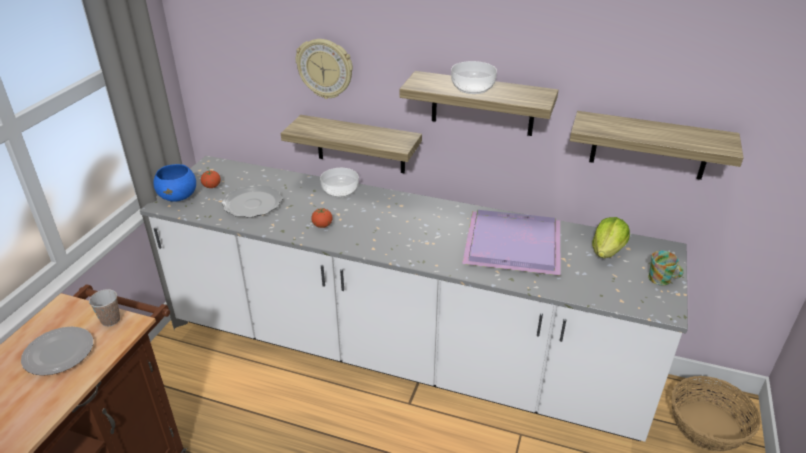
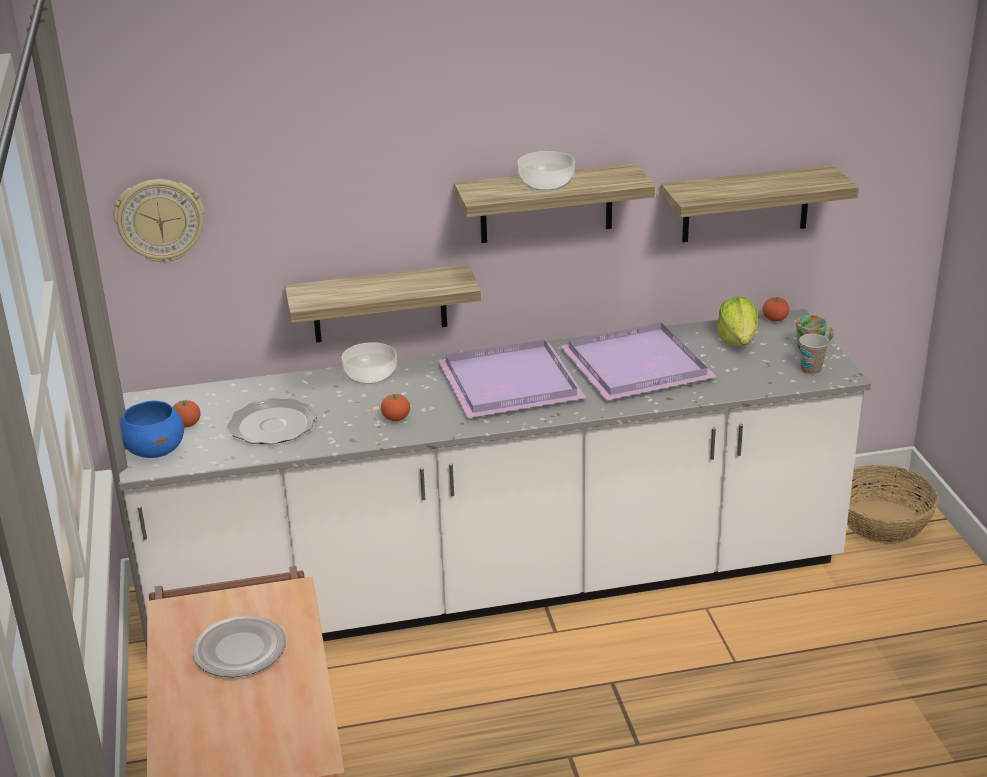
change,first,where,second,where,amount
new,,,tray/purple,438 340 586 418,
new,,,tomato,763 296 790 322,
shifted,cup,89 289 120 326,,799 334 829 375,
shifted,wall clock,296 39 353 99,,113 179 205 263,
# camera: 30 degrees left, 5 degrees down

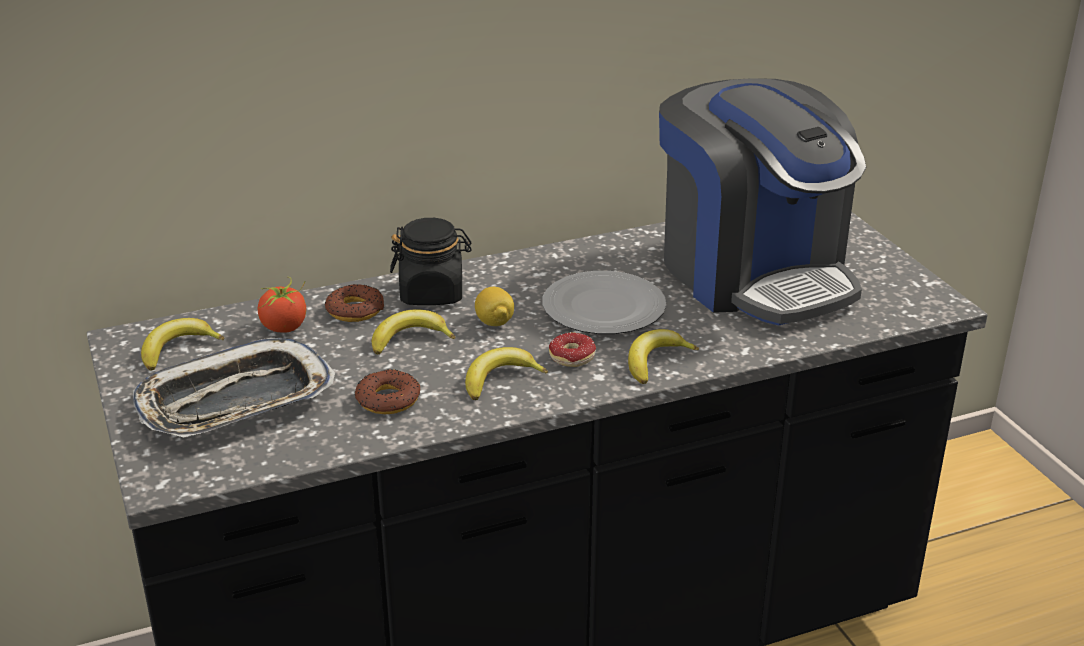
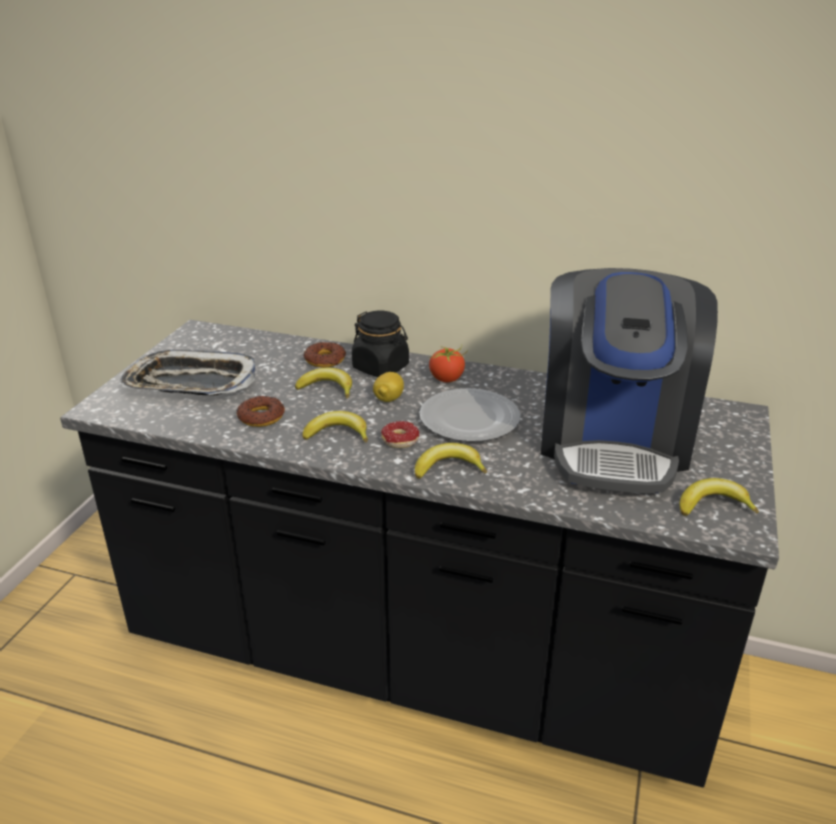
change,first,where,second,where,amount
shifted,banana,141 318 225 370,,680 478 759 516,
shifted,tomato,258 277 306 333,,428 344 467 382,
# camera: 40 degrees right, 0 degrees up

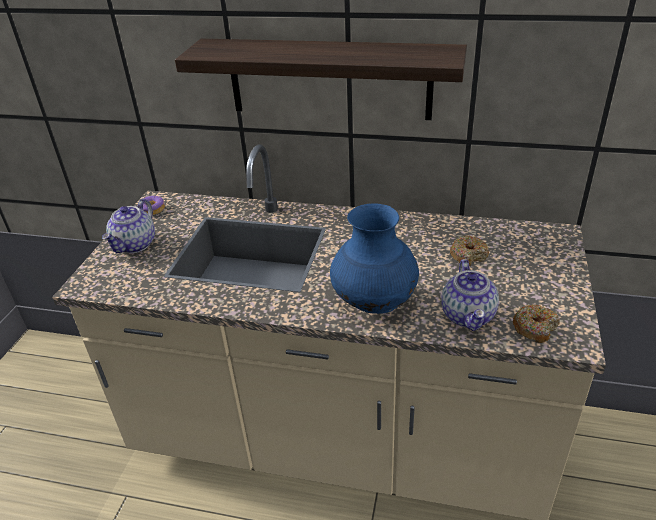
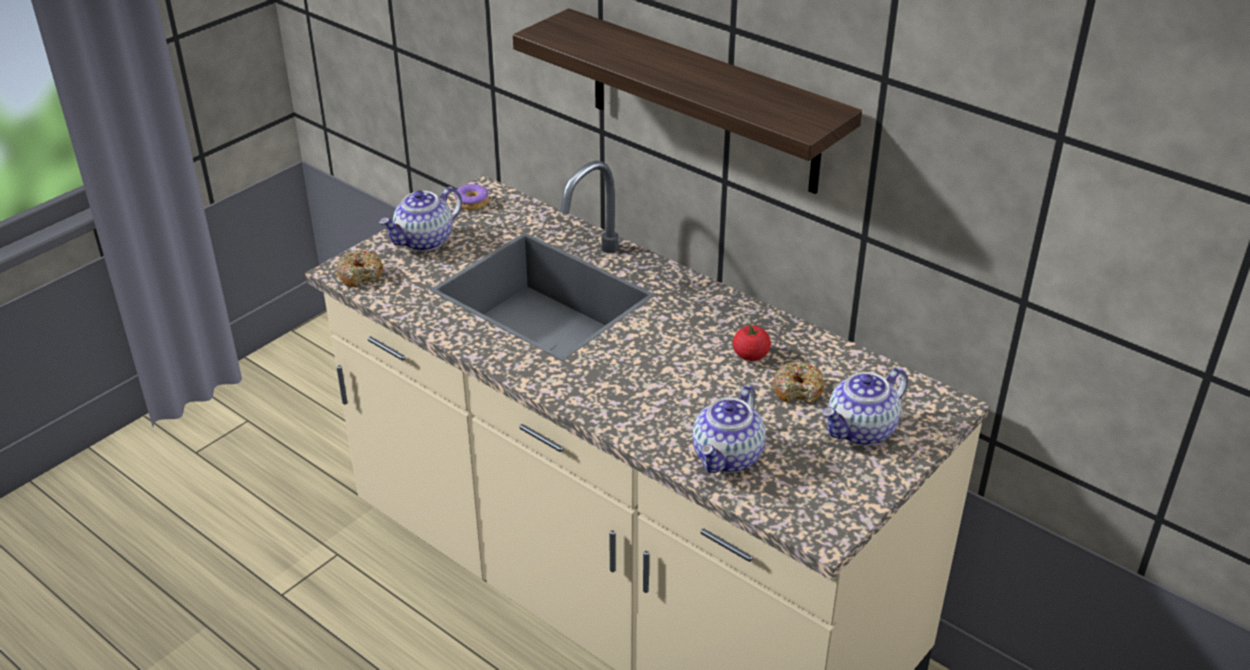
change,first,where,second,where,amount
gone,vase/blue,330 203 419 314,,,
new,,,tomato,733 324 771 361,
new,,,teapot,822 368 908 446,
shifted,donut,513 304 560 343,,337 250 383 287,
# camera: 25 degrees right, 0 degrees up

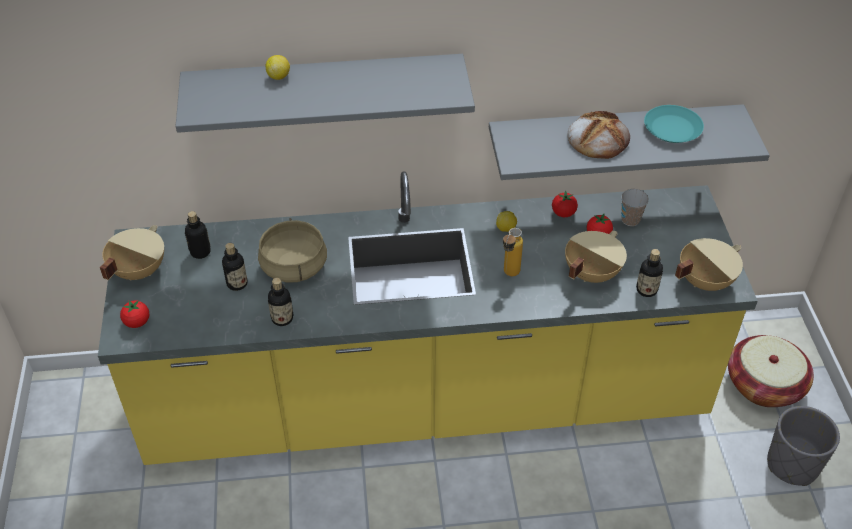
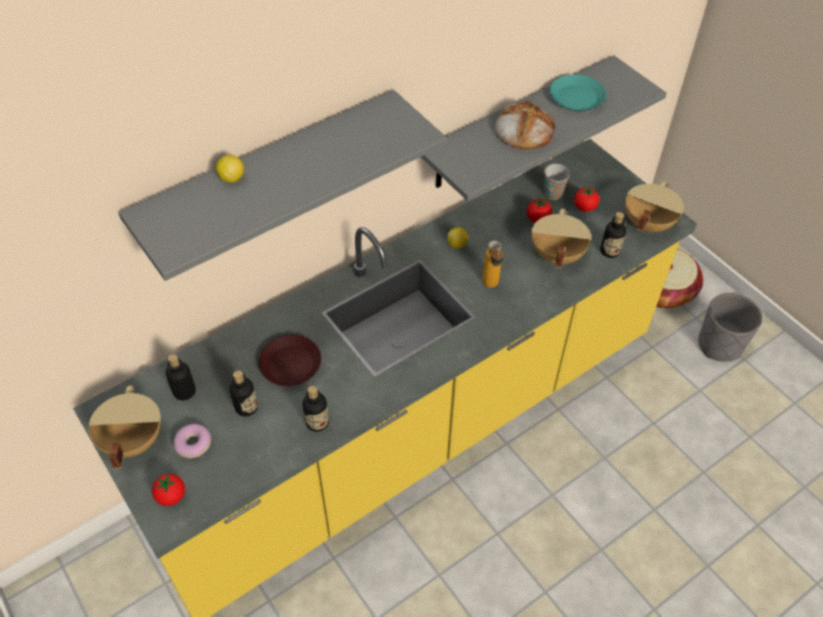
change,first,where,second,where,amount
new,,,donut,174 424 212 458,
shifted,tomato,552 191 578 217,,574 186 599 212,
swapped,cooking pot/beige,258 218 327 283,plate/brown,259 335 321 386,
# camera: 30 degrees left, 5 degrees up

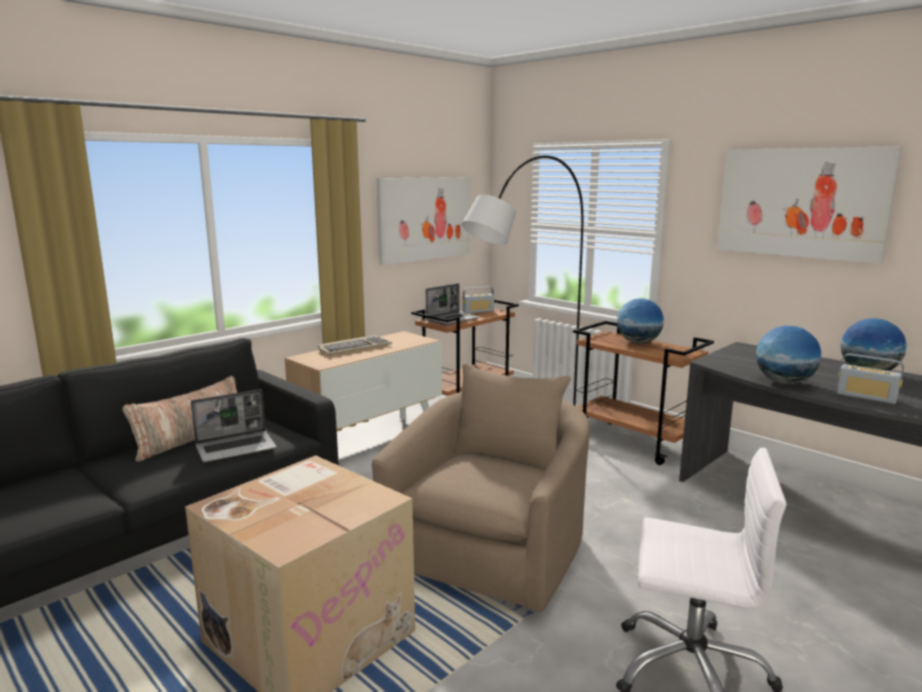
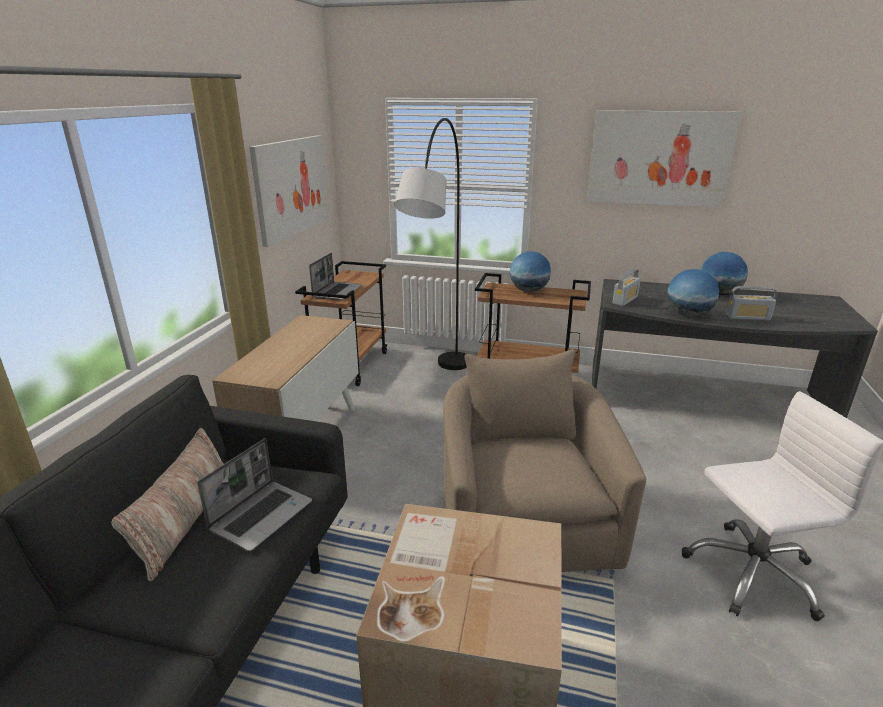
change,first,where,second,where,amount
gone,keyboard,318 335 392 355,,,
shifted,radio,462 287 494 314,,612 269 641 306,
# camera: 30 degrees left, 10 degrees up

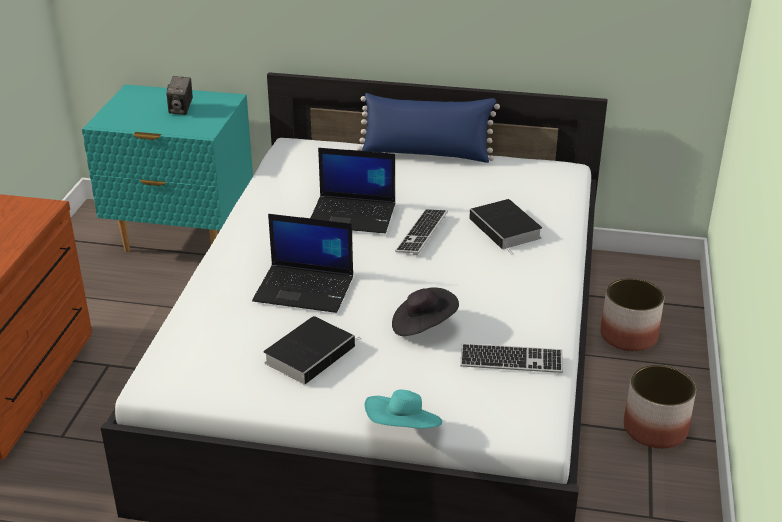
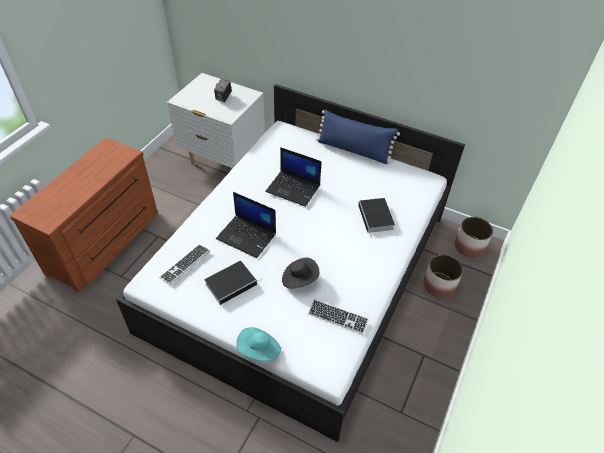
change,first,where,second,where,amount
shifted,keyboard,395 209 448 255,,159 244 210 284,
shifted,planter,624 365 696 449,,455 217 493 258,
repainted,nightstand/turquoise,82 85 253 252,nightstand/white,167 73 265 169,
# camera: 15 degrees right, 15 degrees up

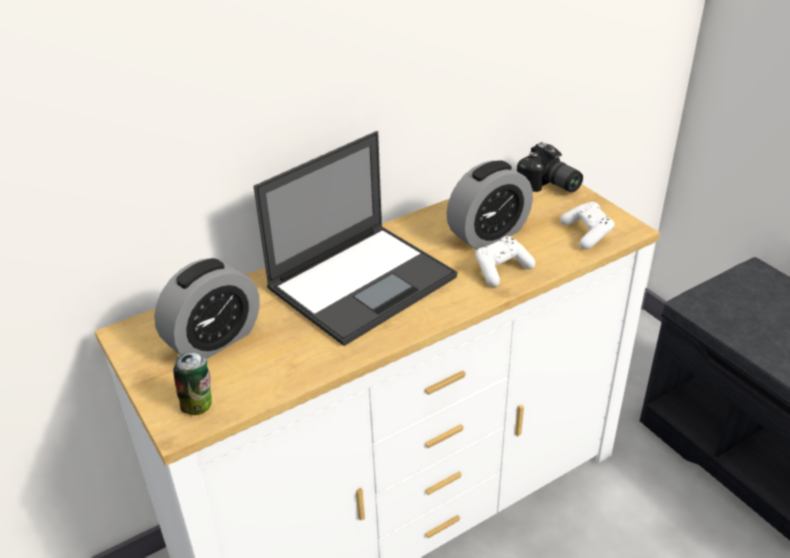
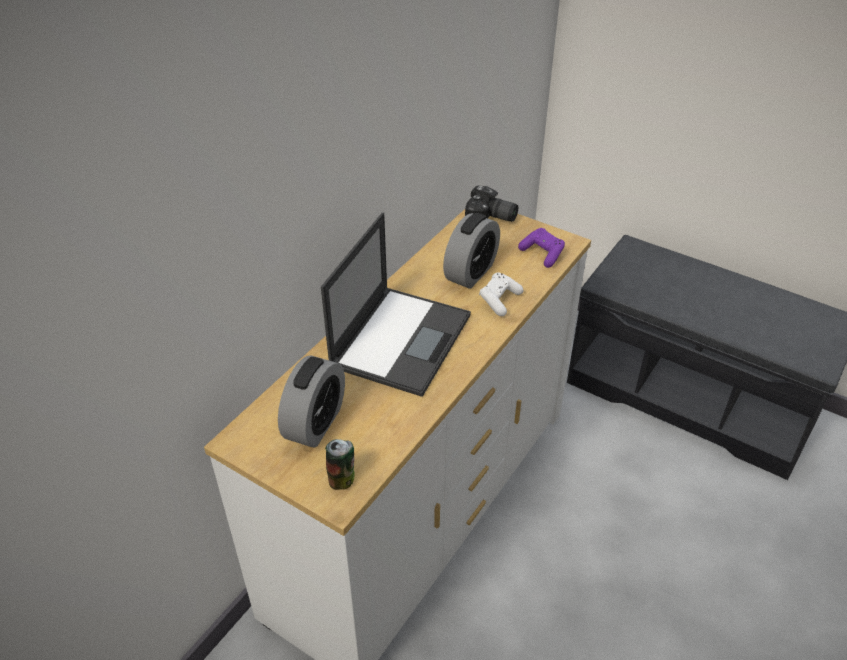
change,first,where,second,where,amount
repainted,game controller/white,560 202 614 249,game controller/purple,518 228 565 268,
# camera: 25 degrees left, 5 degrees up

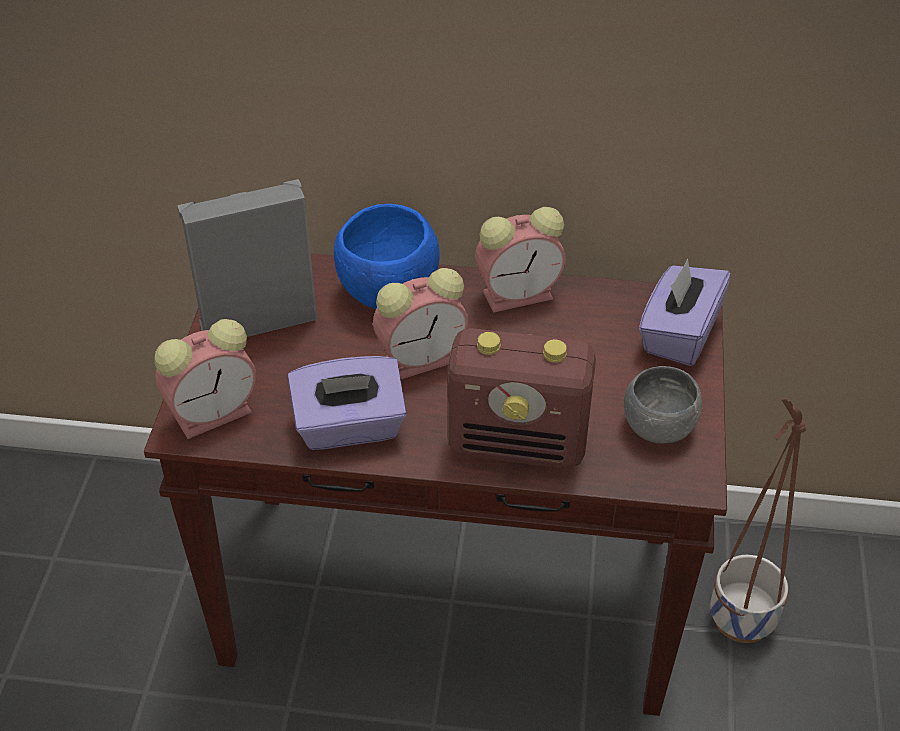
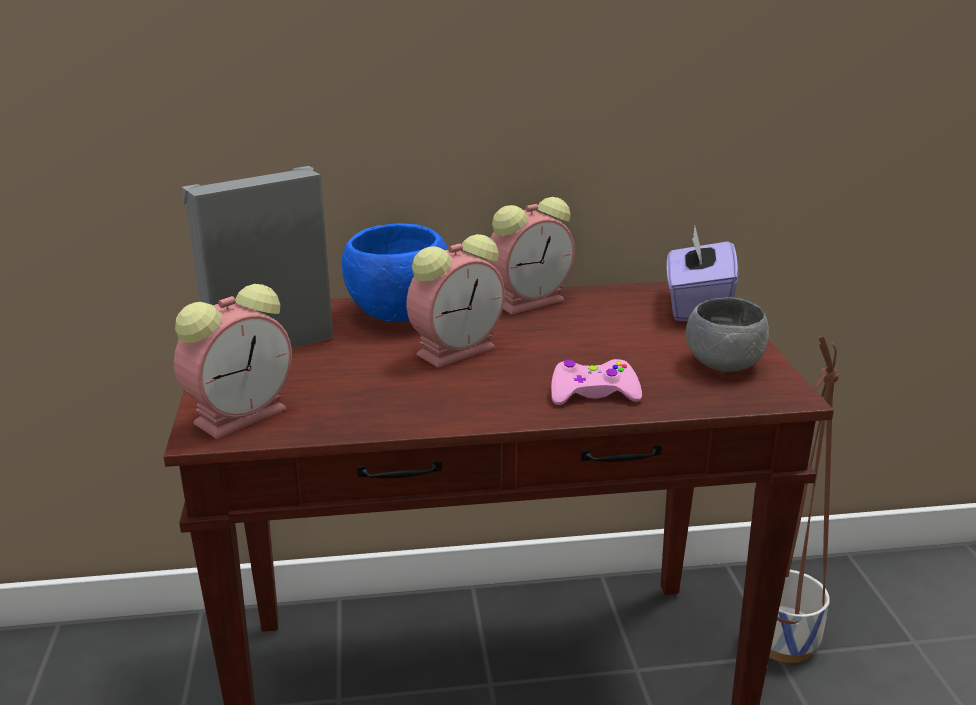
change,first,where,second,where,amount
gone,tissue box/purple,288 356 407 450,,,
swapped,radio,447 328 596 469,game controller/pink,551 359 642 405,
# camera: 15 degrees left, 20 degrees down

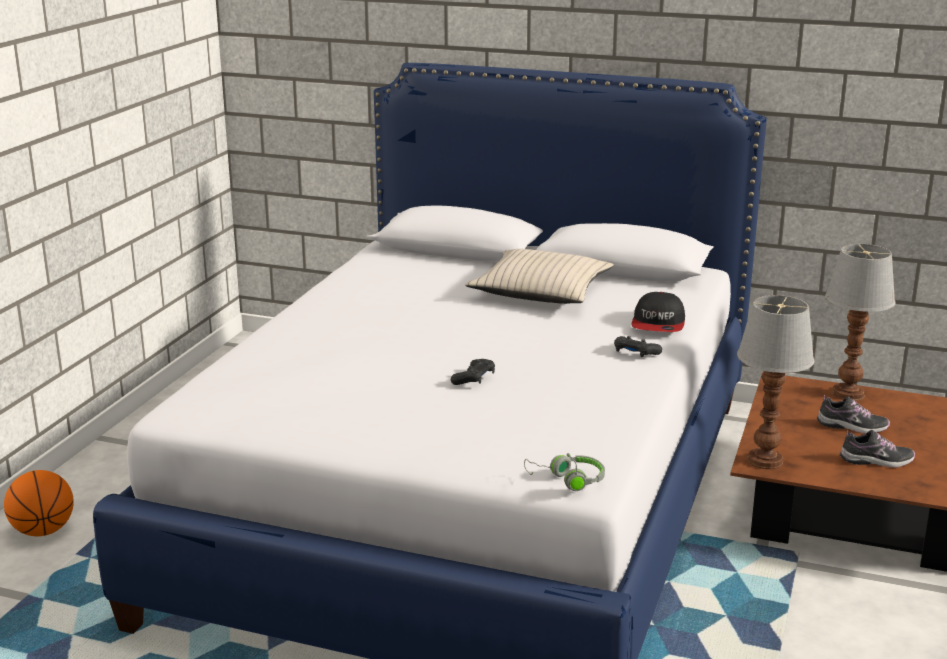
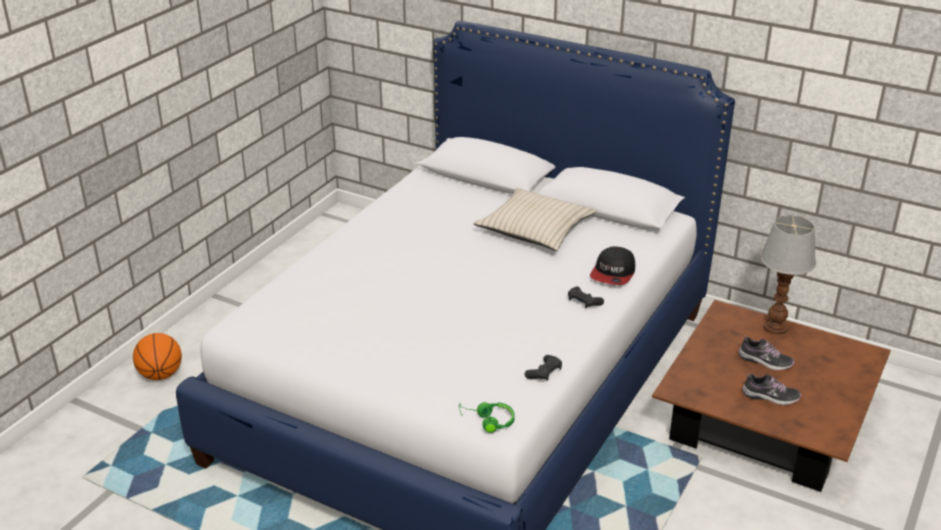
change,first,where,second,where,amount
gone,table lamp,737 295 815 469,,,
shifted,game controller/black,451 359 495 385,,525 355 562 381,
repainted,headphones/grey,524 453 605 491,headphones/green,459 402 515 433,
# camera: 10 degrees right, 10 degrees up

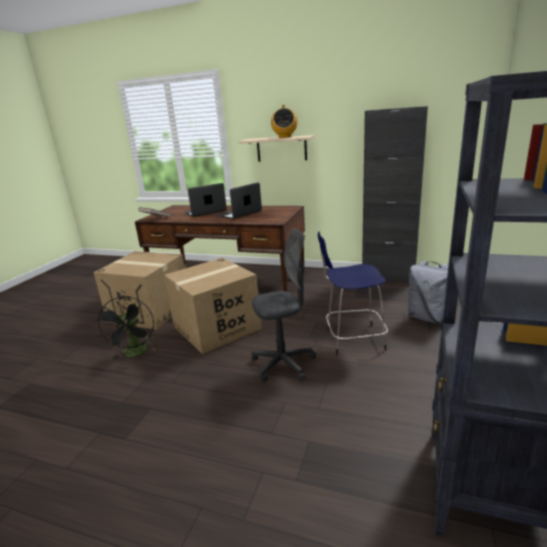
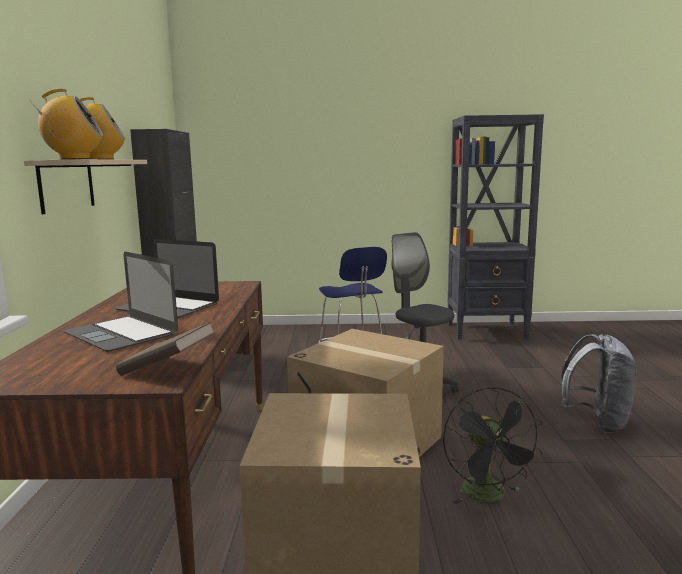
change,first,where,second,where,amount
new,,,radio,29 89 103 160,
shifted,backpack/grey,408 261 448 324,,561 334 637 433,
rotated,fan/black,97 296 156 358,,443 387 543 504,105 degrees clockwise
# camera: 110 degrees left, 10 degrees down

